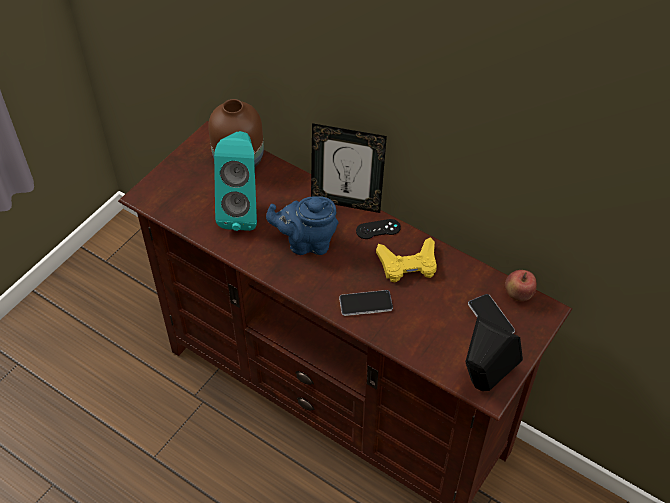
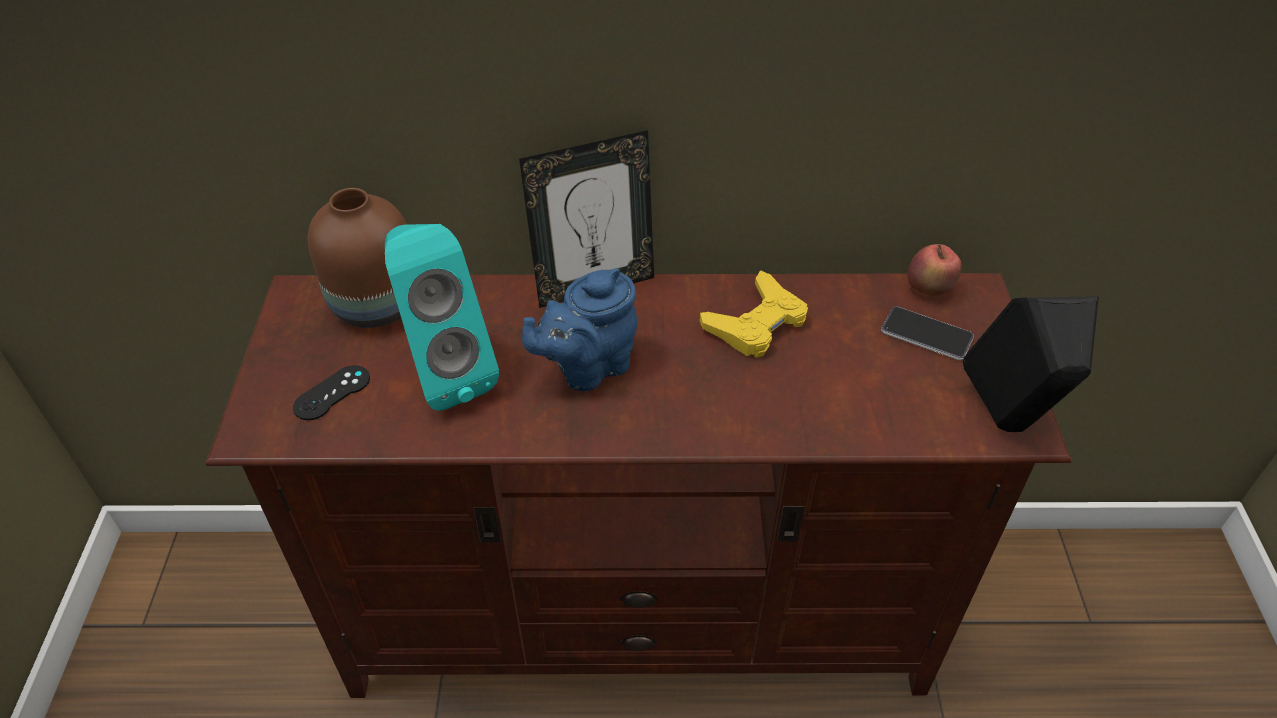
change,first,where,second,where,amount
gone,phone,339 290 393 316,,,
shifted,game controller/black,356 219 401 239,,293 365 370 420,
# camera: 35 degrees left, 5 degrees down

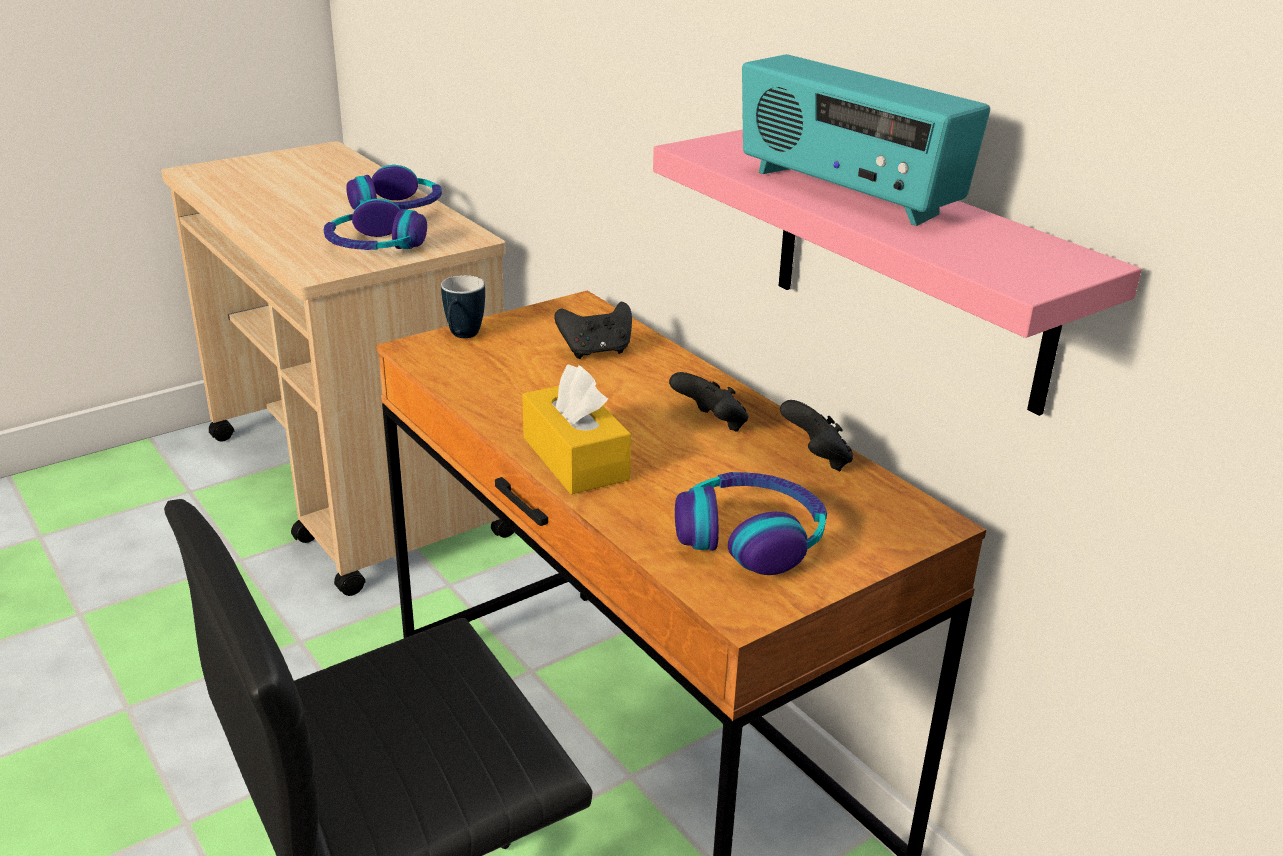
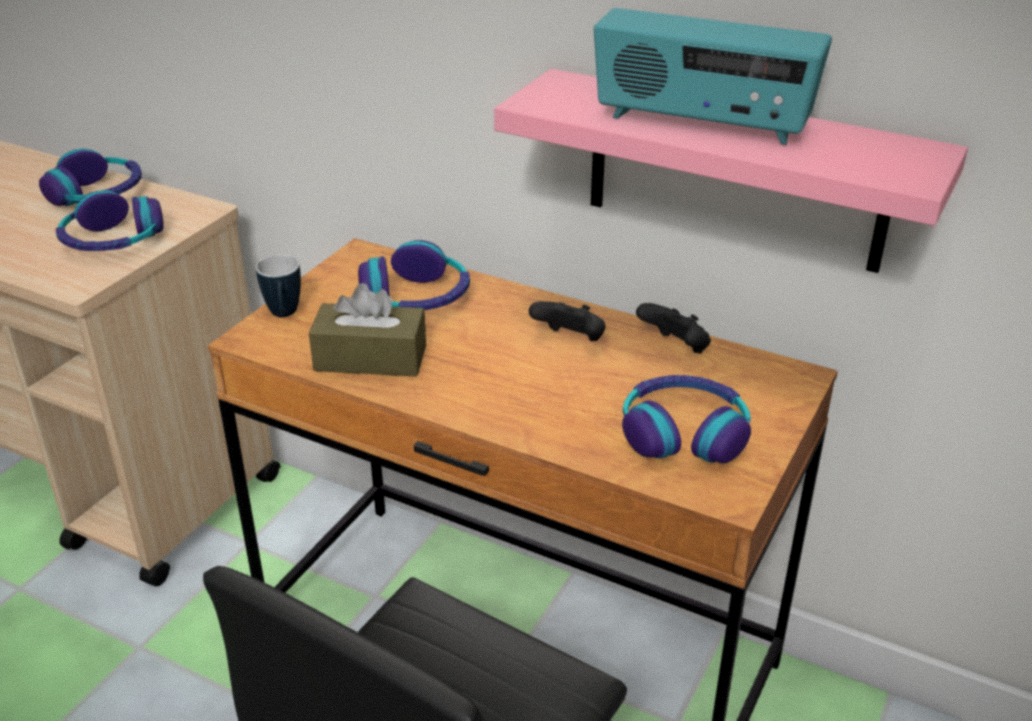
change,first,where,second,where,amount
gone,tissue box/yellow,522 365 631 495,,,
new,,,tissue box/brown,309 283 426 377,
swapped,game controller/black,554 302 632 359,headphones,358 240 470 310,
# camera: 25 degrees left, 5 degrees up

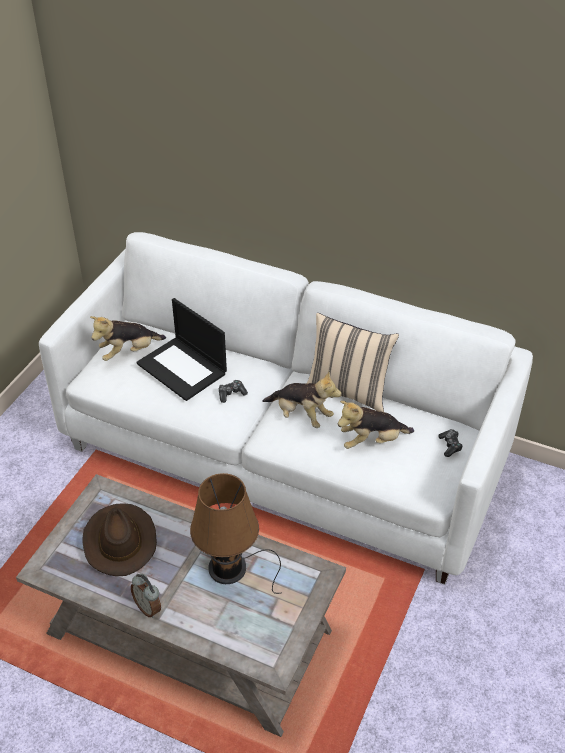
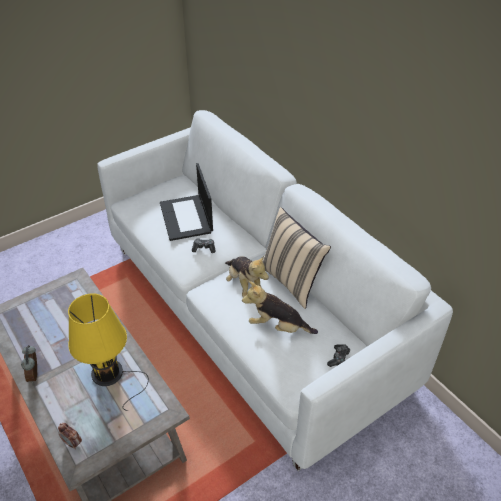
change,first,where,second,where,amount
gone,hat/brown,82 503 157 576,,,
gone,plush toy,90 316 166 361,,,
new,,,alarm clock,58 423 82 450,
repainted,table lamp/brown,190 473 282 594,table lamp/yellow,68 293 149 411,
# camera: 30 degrees right, 0 degrees up

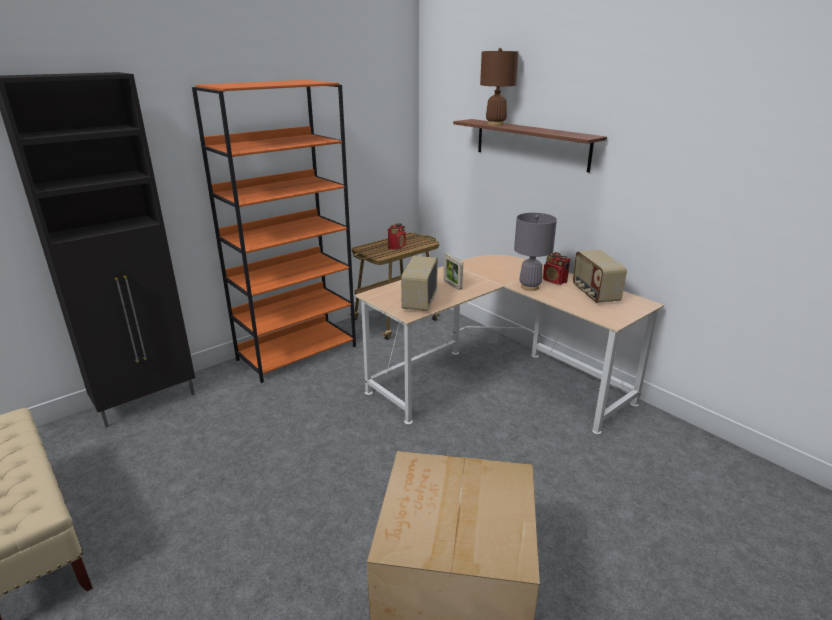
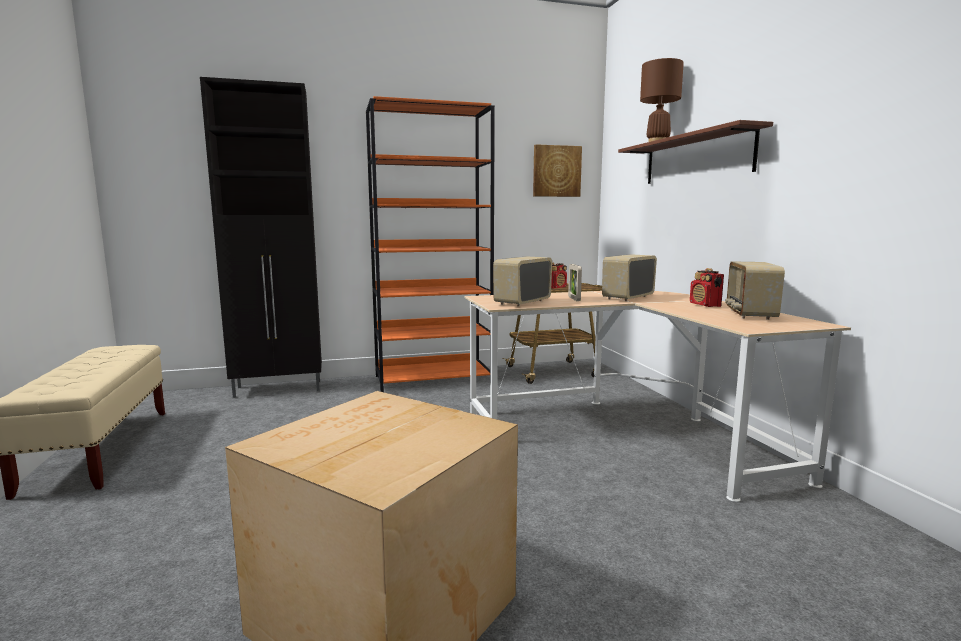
change,first,where,second,where,amount
gone,table lamp/grey,514 213 557 291,,,
new,,,picture,533 144 582 197,
new,,,radio,602 254 657 301,
# camera: 25 degrees right, 15 degrees down

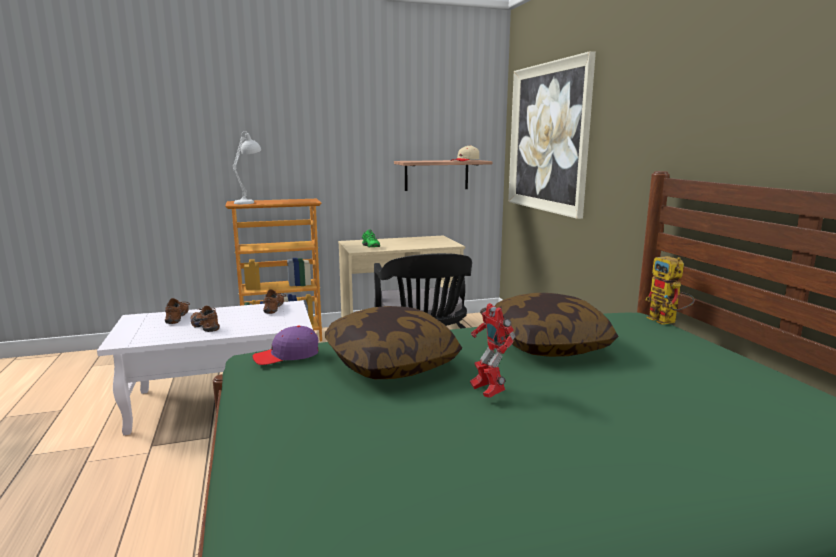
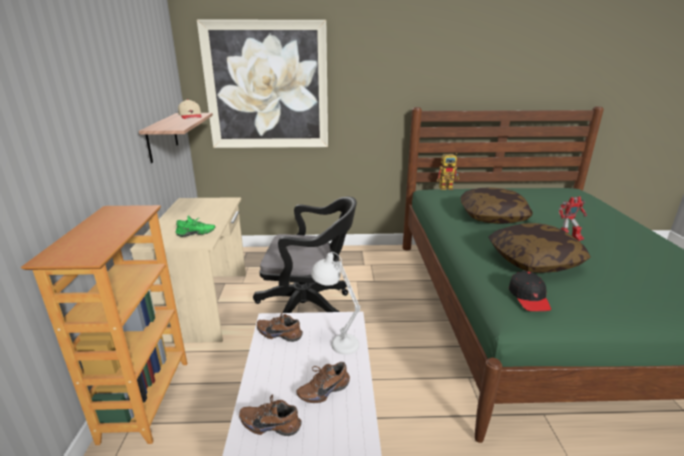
change,first,where,second,where,amount
shifted,table lamp/white,233 131 261 204,,311 252 361 354,
repainted,cap/purple,253 325 318 365,cap/black,509 271 551 311,
# camera: 75 degrees left, 10 degrees up

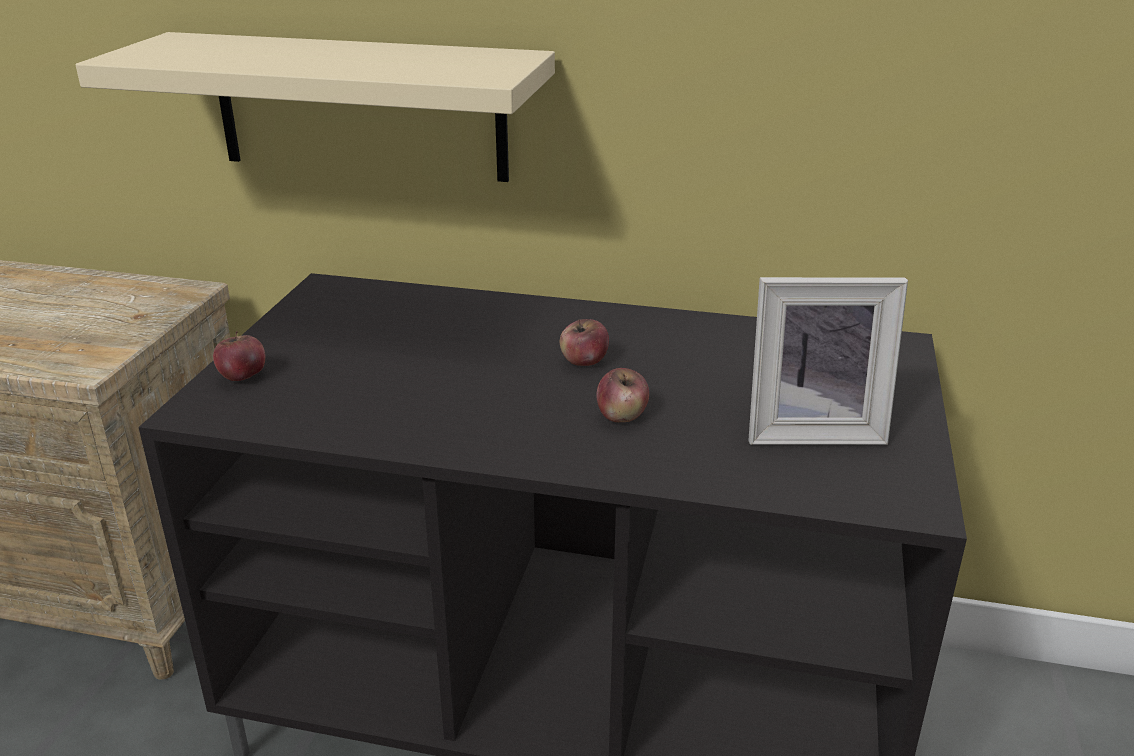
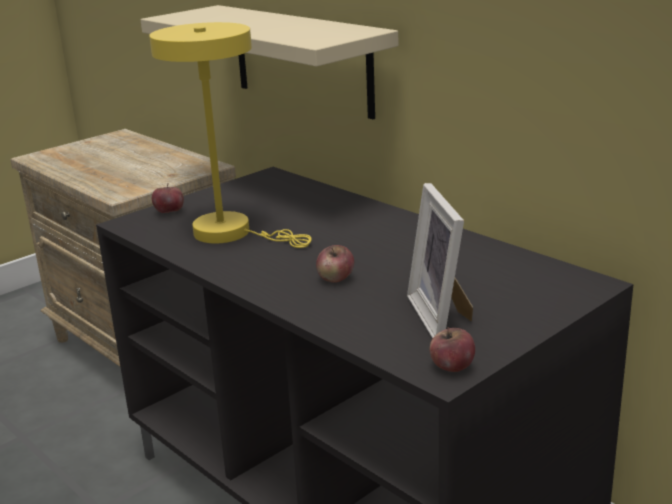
change,first,where,second,where,amount
new,,,table lamp/yellow,149 22 312 248,
shifted,apple,560 319 609 366,,430 327 475 372,
rotated,picture frame,748 277 908 445,,407 183 473 338,45 degrees clockwise
# camera: 35 degrees right, 5 degrees down

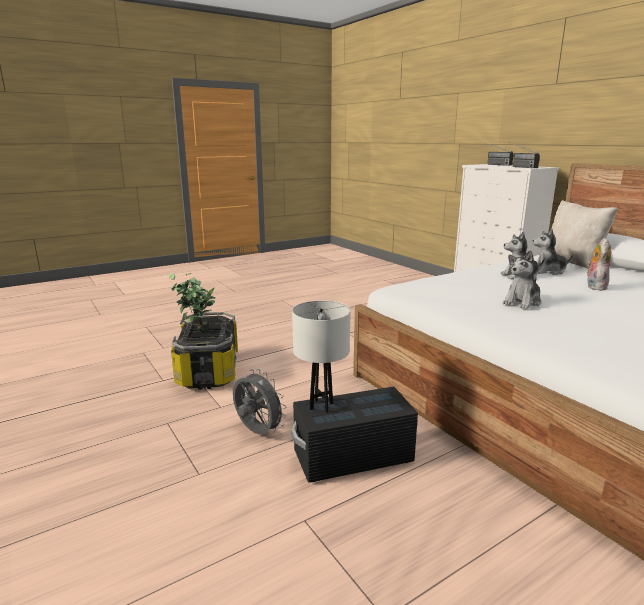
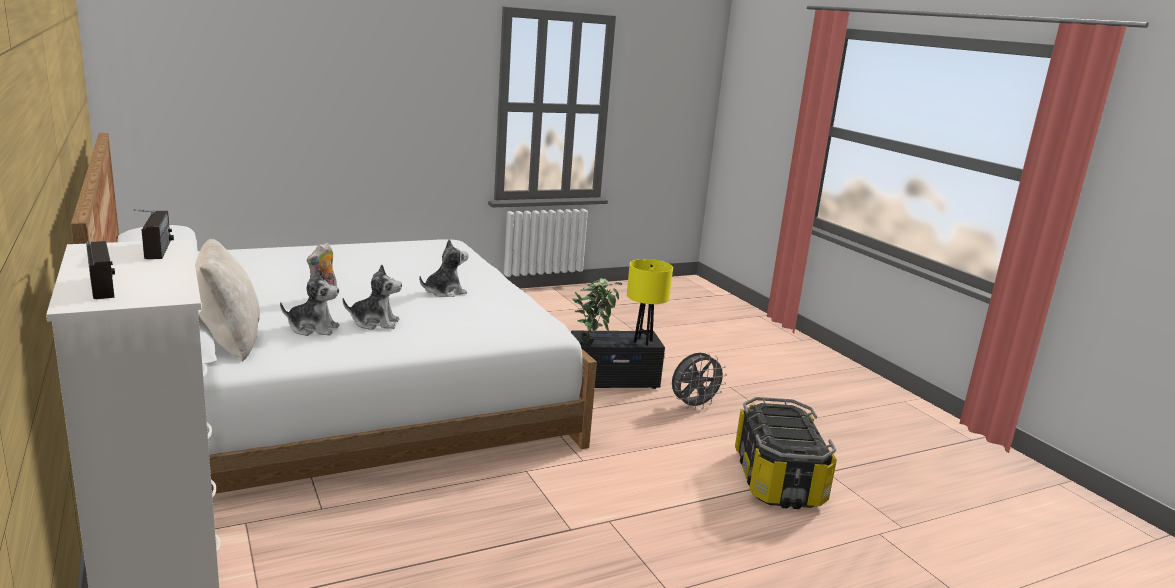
change,first,where,second,where,amount
shifted,potted plant,169 273 215 333,,572 278 622 344,
repainted,table lamp/white,292 301 351 413,table lamp/yellow,627 259 673 346,
rotated,fan/grey,233 369 287 435,,672 353 727 410,75 degrees counterclockwise
# camera: 175 degrees left, 0 degrees up

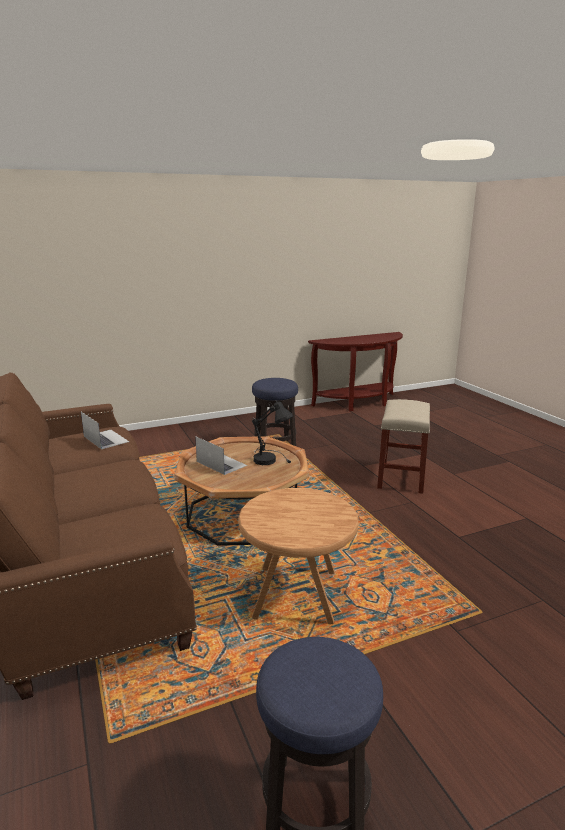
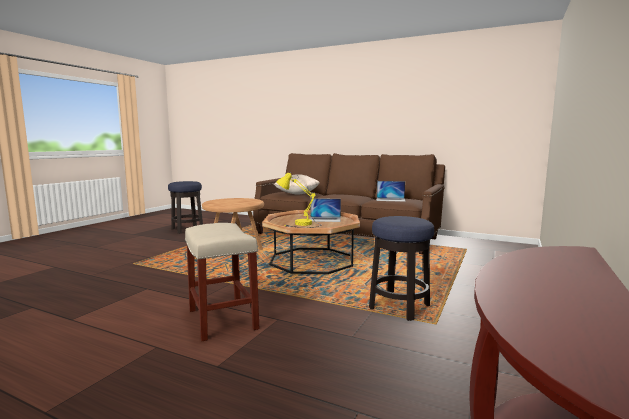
change,first,where,second,where,amount
new,,,pillow/beige,274 174 320 195,
repainted,table lamp/black,252 401 294 465,table lamp/yellow,277 173 321 228,
# camera: 140 degrees right, 10 degrees down

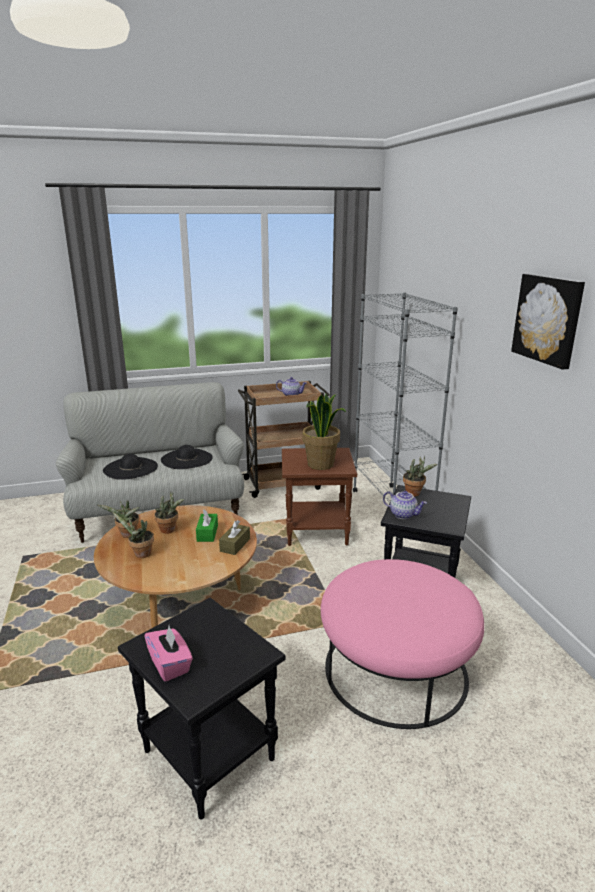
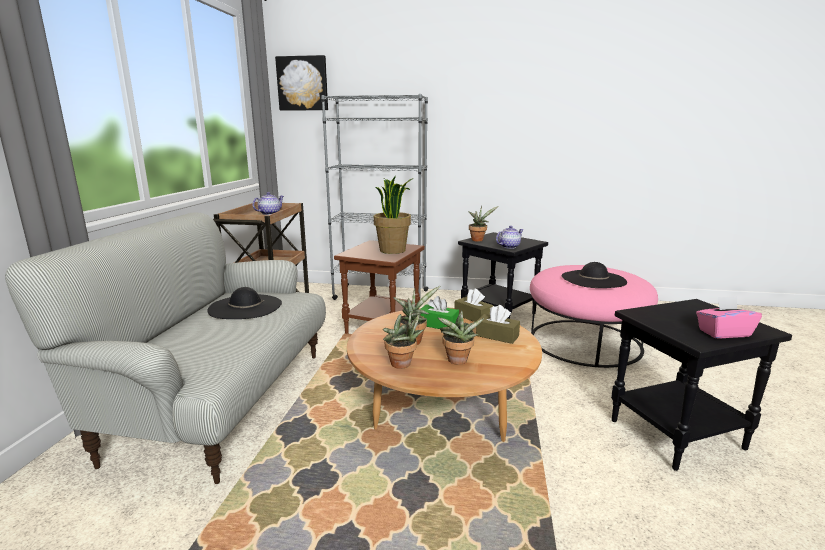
change,first,where,second,where,amount
new,,,tissue box/brown,476 305 520 344,
shifted,hat/black,103 454 158 480,,562 262 627 288,
shifted,picture,511 274 585 370,,275 55 328 111,
# camera: 65 degrees left, 5 degrees down

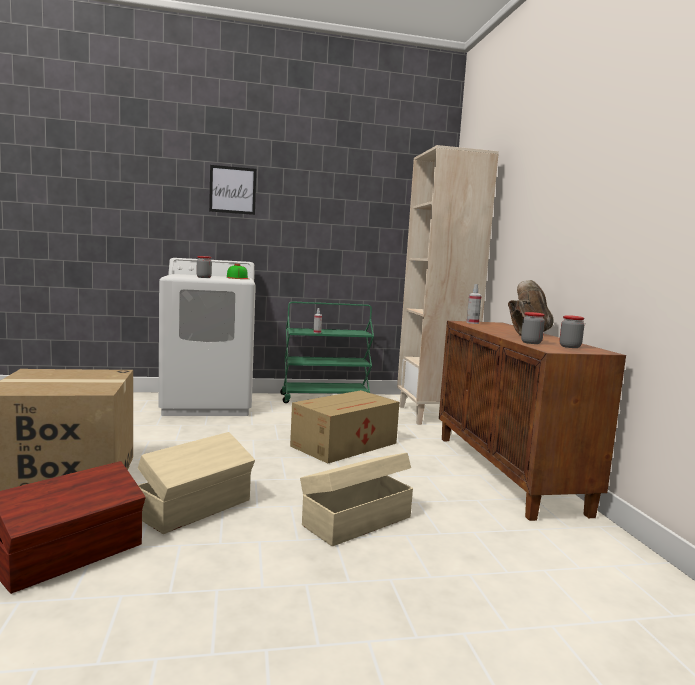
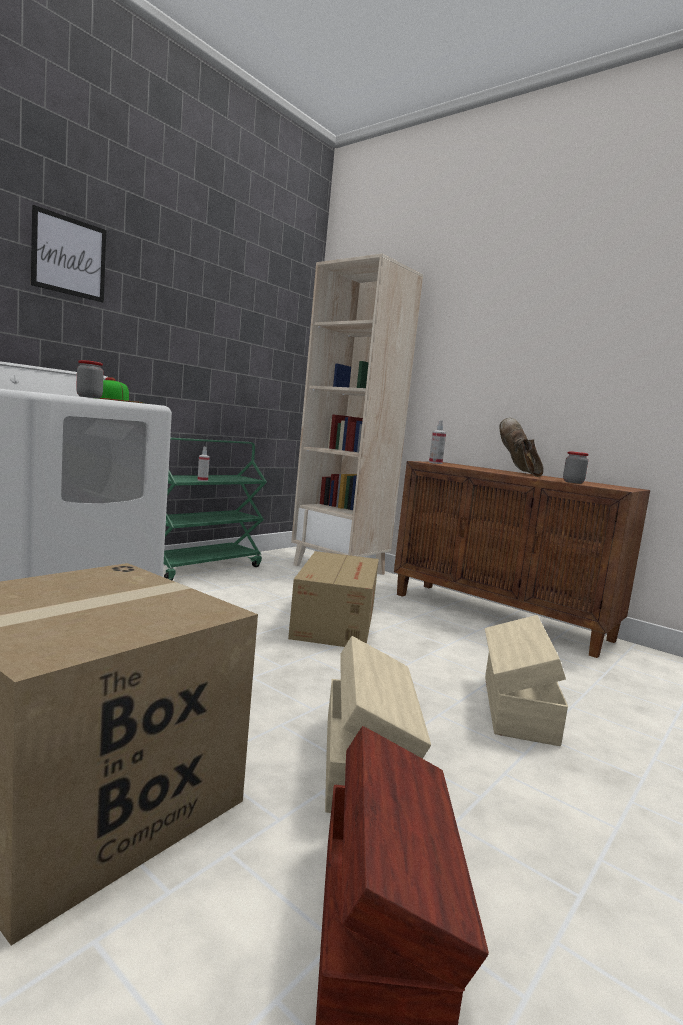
change,first,where,second,where,amount
gone,jar,559 315 584 348,,,
# camera: 40 degrees left, 0 degrees up

